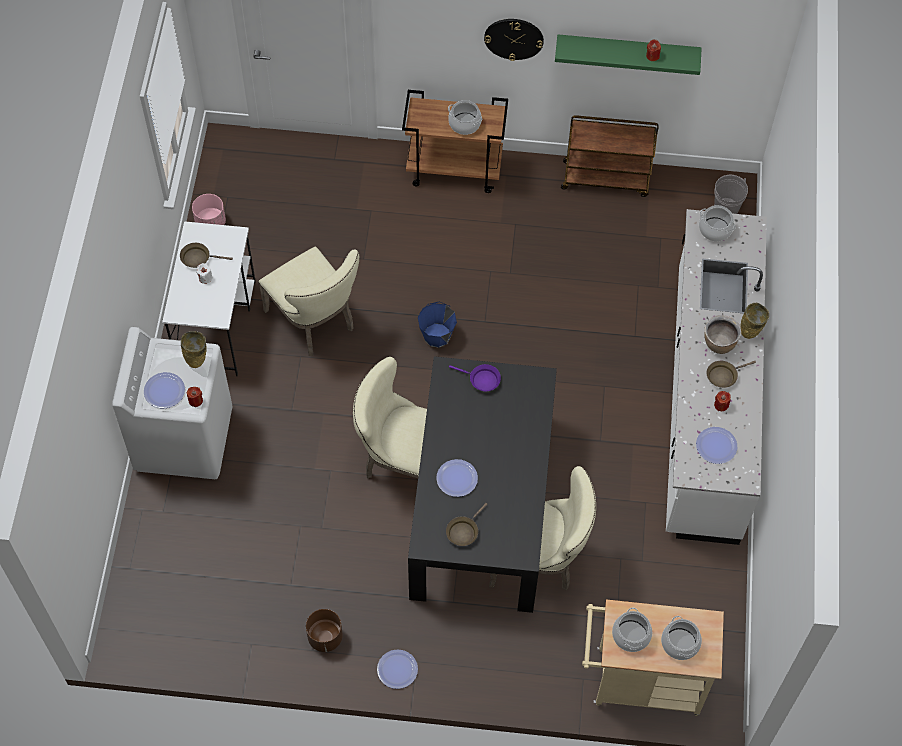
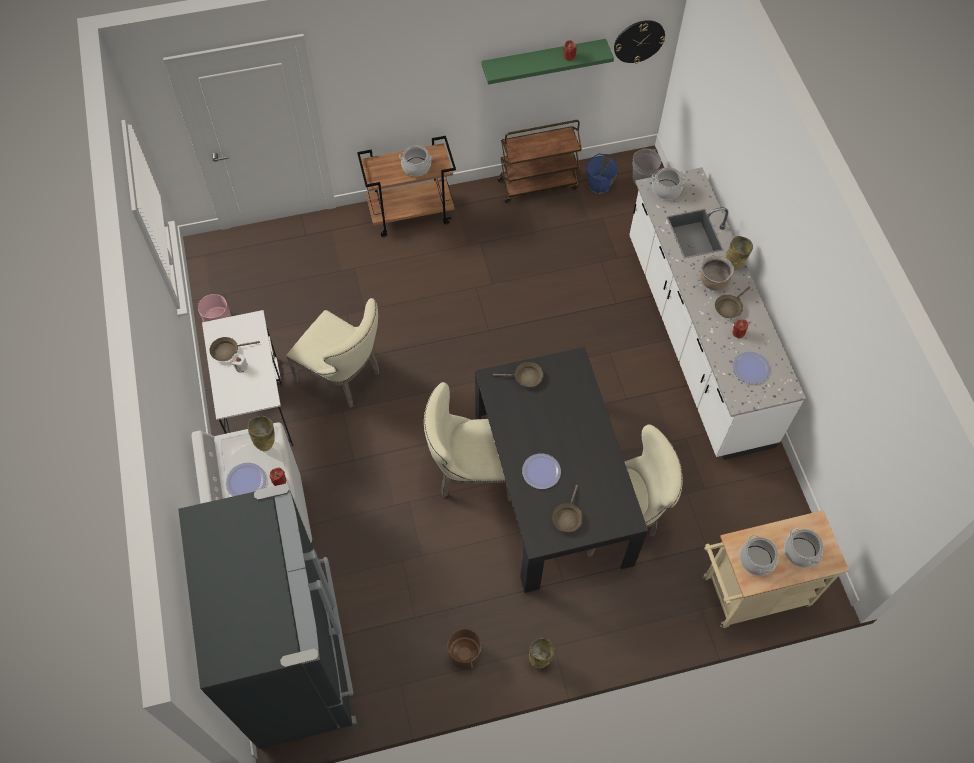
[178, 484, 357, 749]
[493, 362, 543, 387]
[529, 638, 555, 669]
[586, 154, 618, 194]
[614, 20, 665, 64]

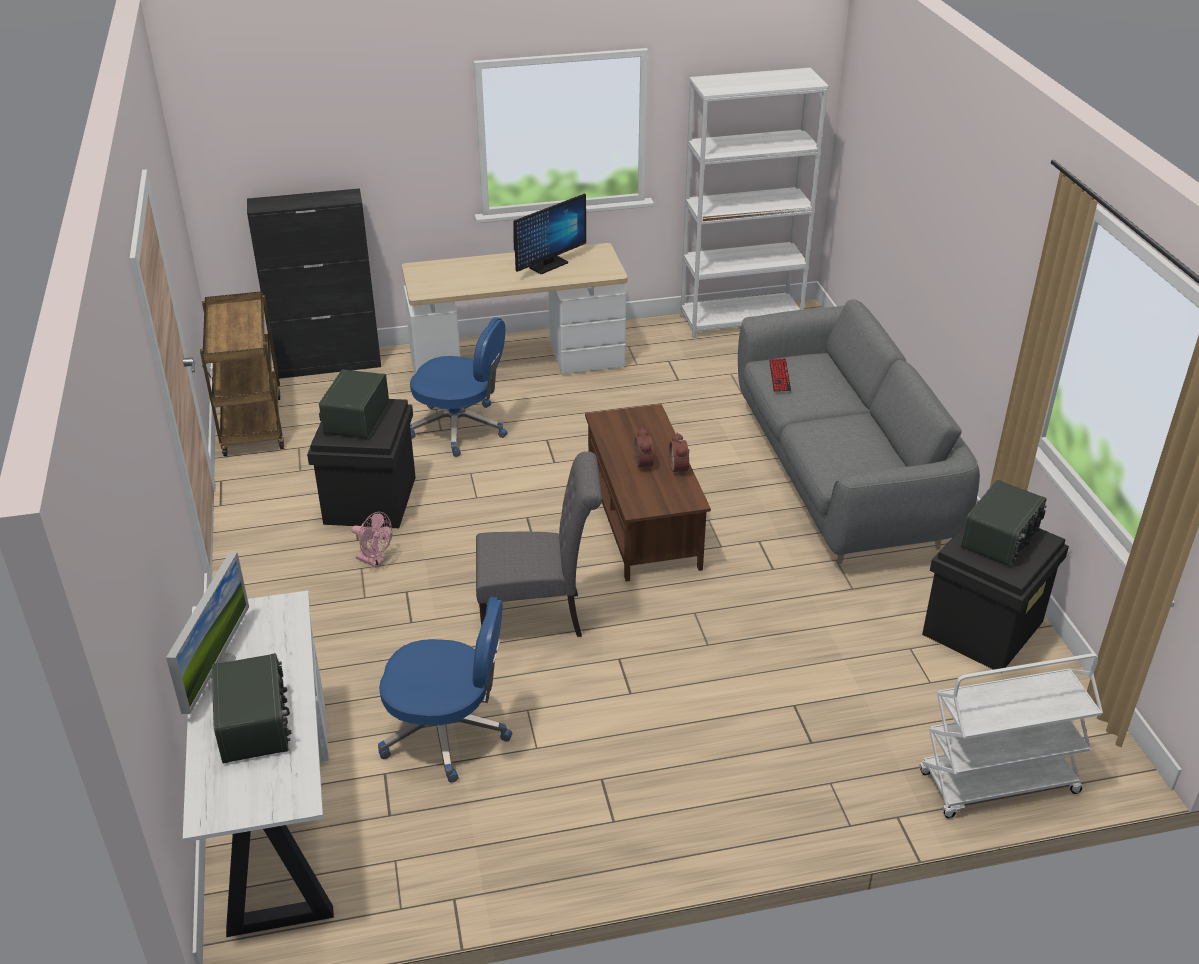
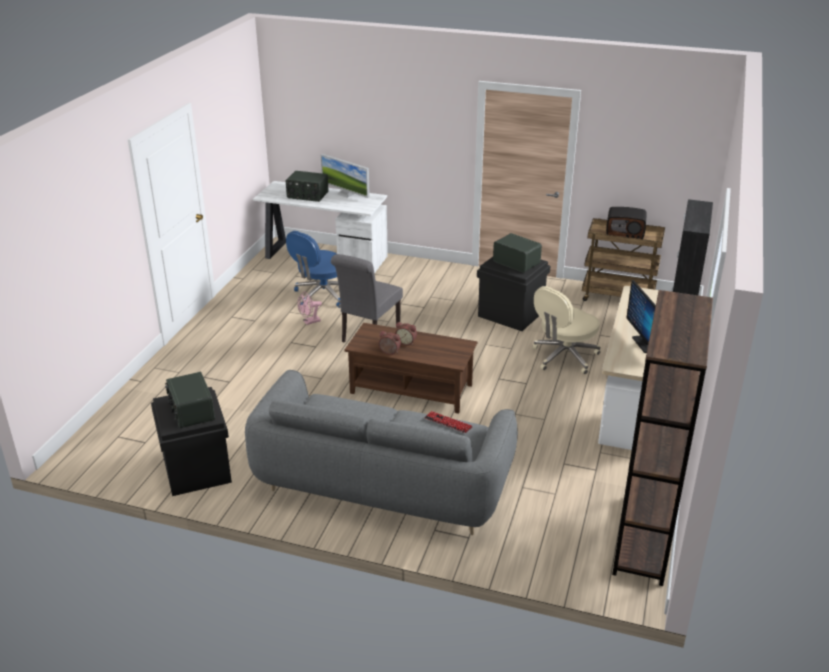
[298, 291, 322, 325]
[533, 286, 601, 374]
[606, 207, 647, 239]
[612, 290, 713, 586]
[919, 653, 1103, 818] (first image)

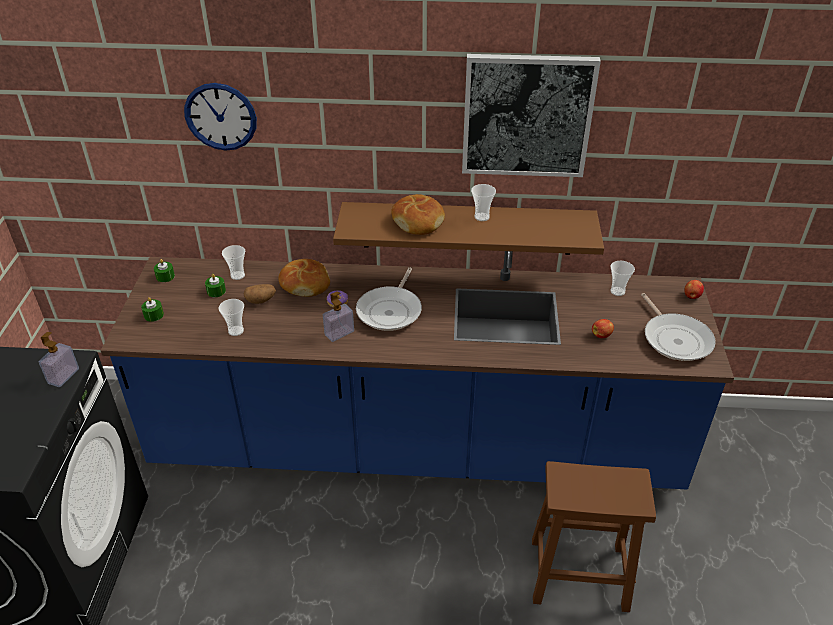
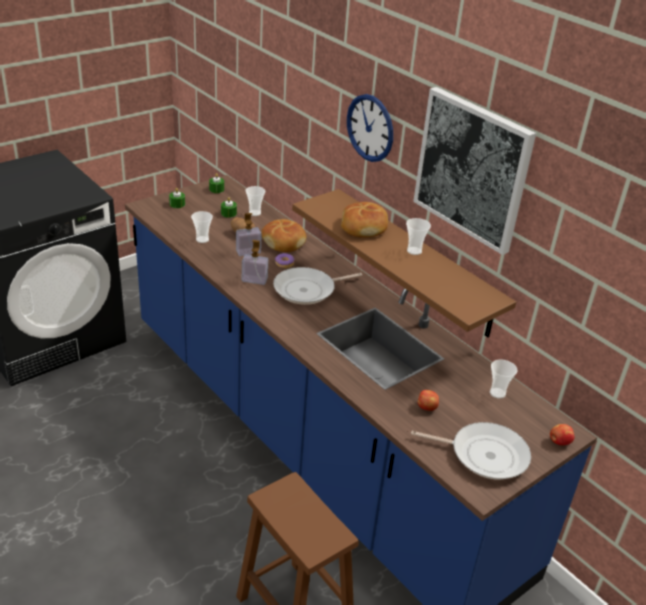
[236, 213, 261, 256]
[347, 94, 393, 162]
[411, 422, 531, 479]

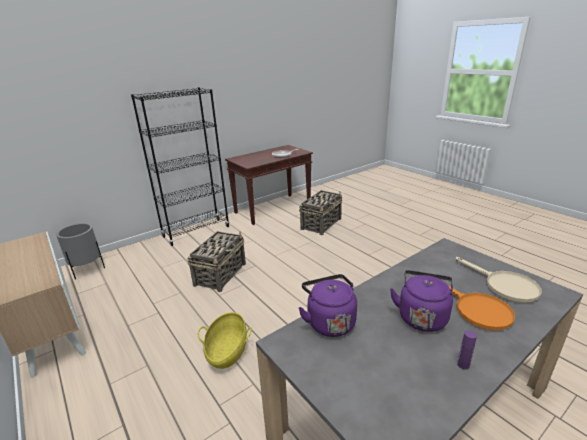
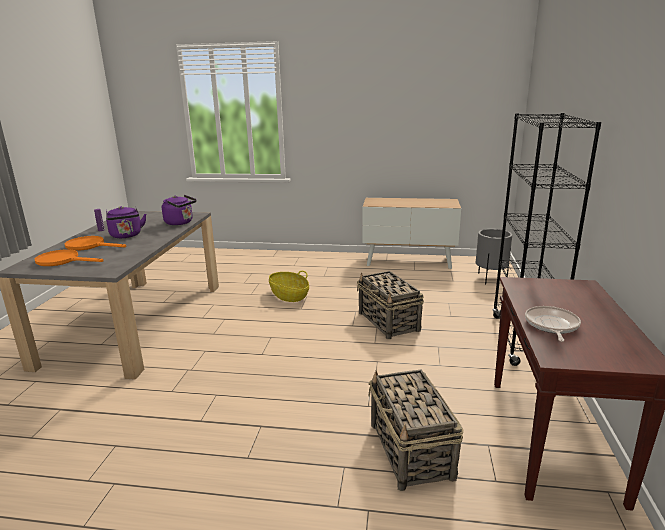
[35, 249, 103, 266]

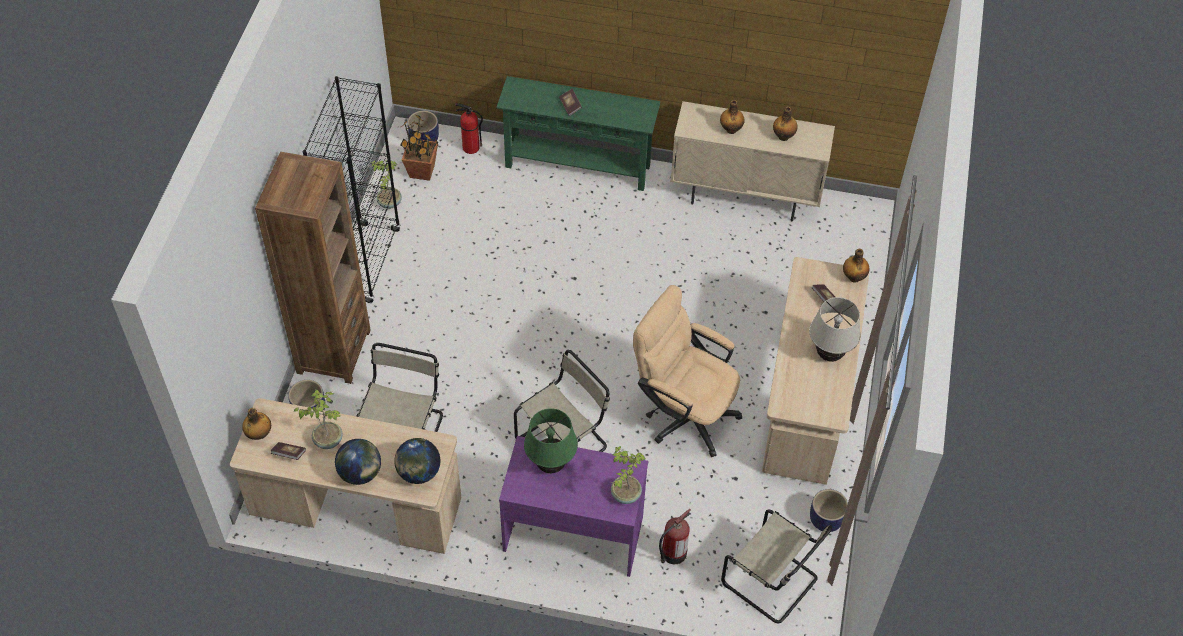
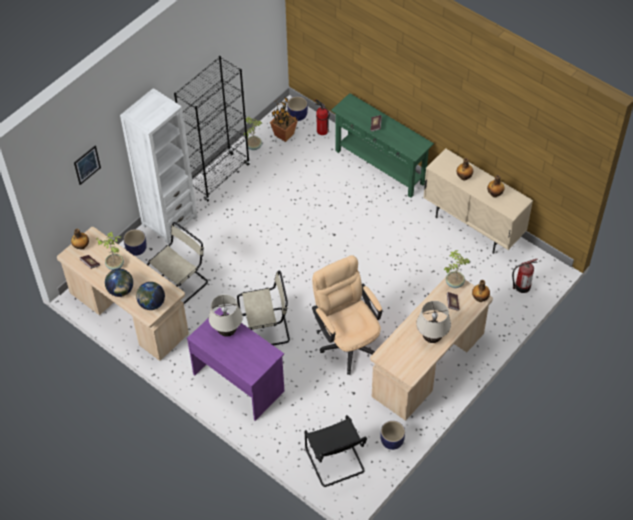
[74, 145, 101, 185]
[120, 88, 197, 243]
[209, 294, 243, 337]
[305, 415, 367, 487]
[444, 250, 470, 288]
[512, 259, 538, 293]

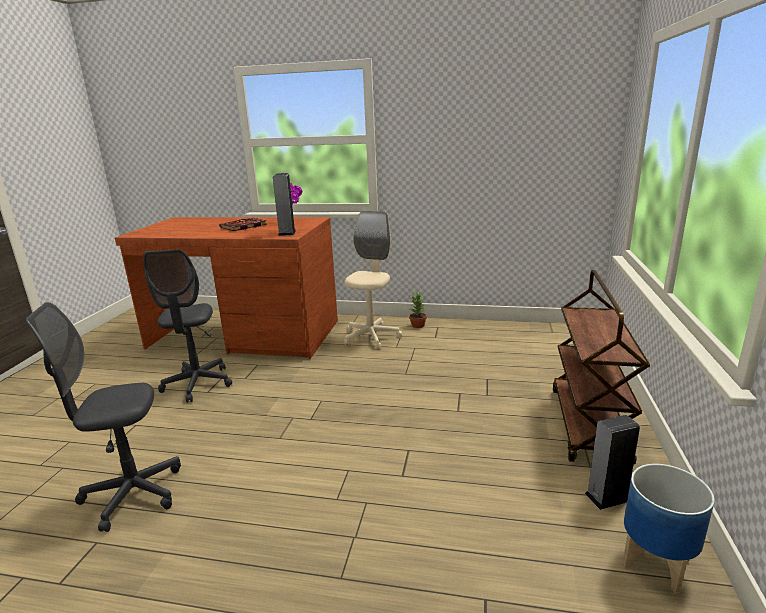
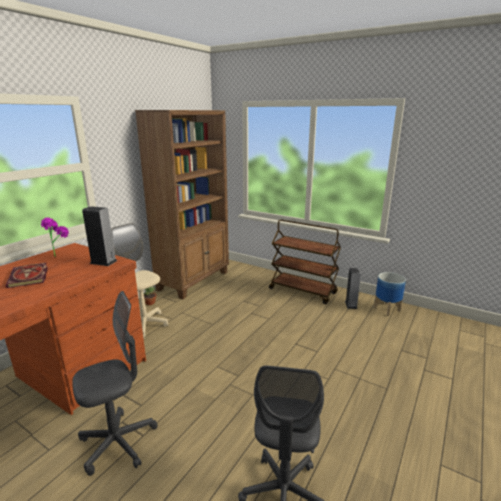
[72, 291, 158, 476]
[135, 110, 229, 299]

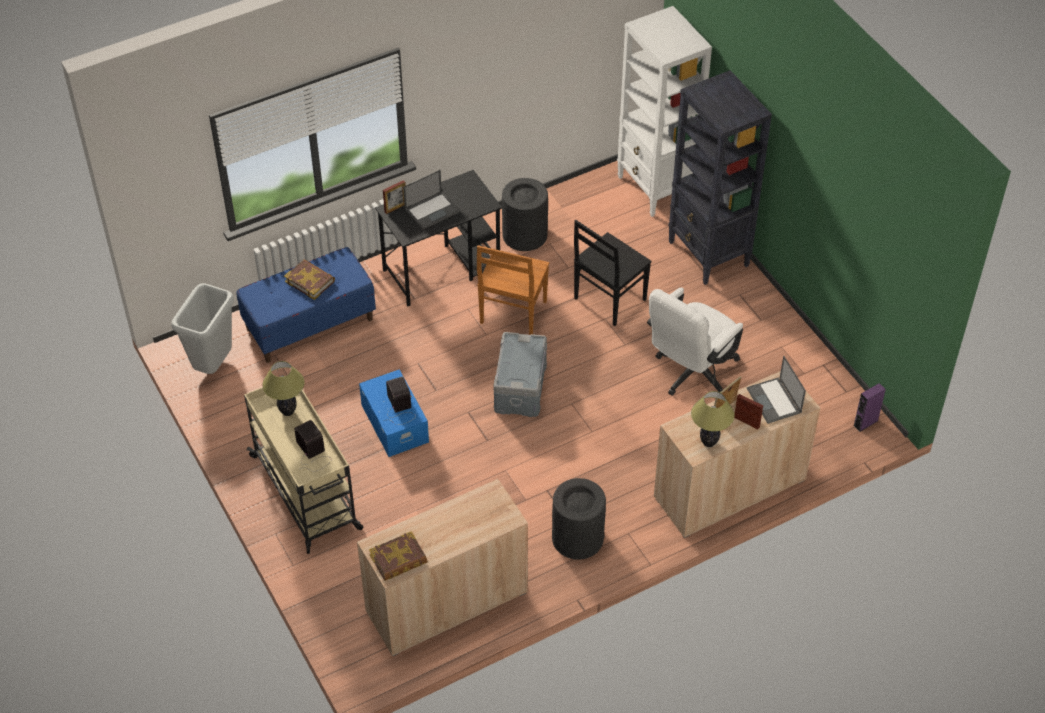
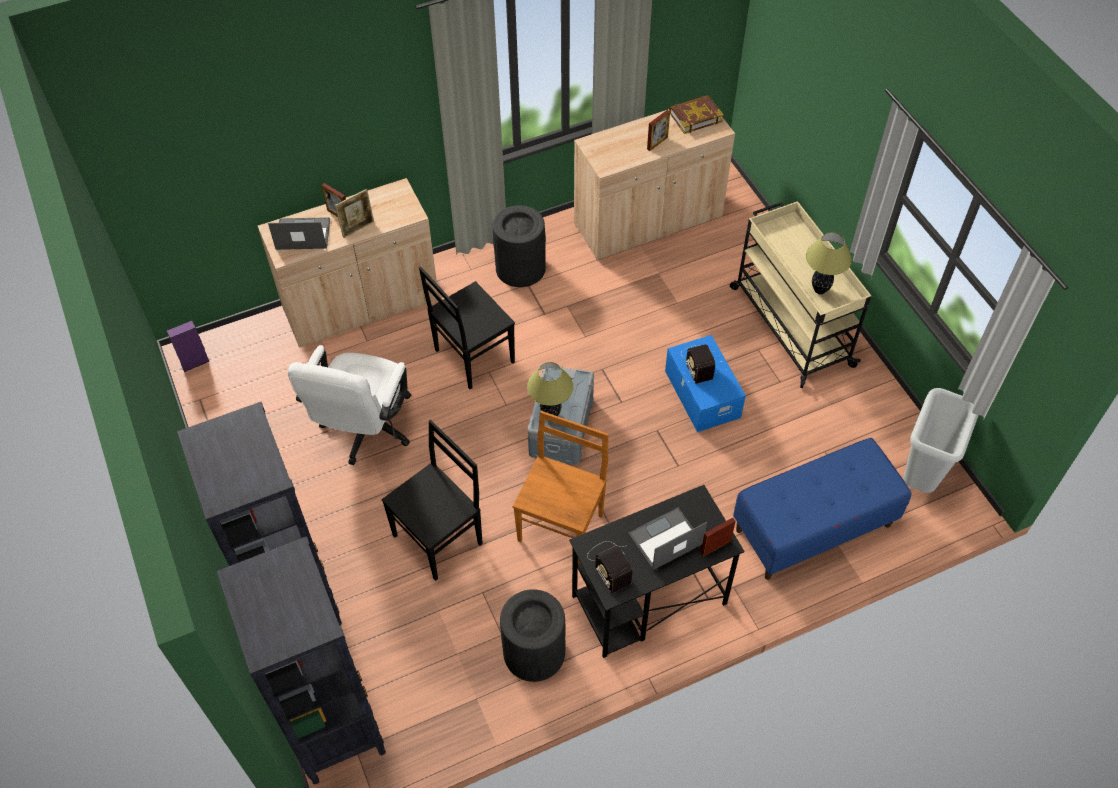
[217, 536, 386, 784]
[268, 217, 330, 250]
[288, 345, 411, 465]
[419, 266, 515, 389]
[527, 362, 574, 416]
[587, 541, 633, 594]
[647, 110, 670, 151]
[284, 259, 335, 300] (first image)

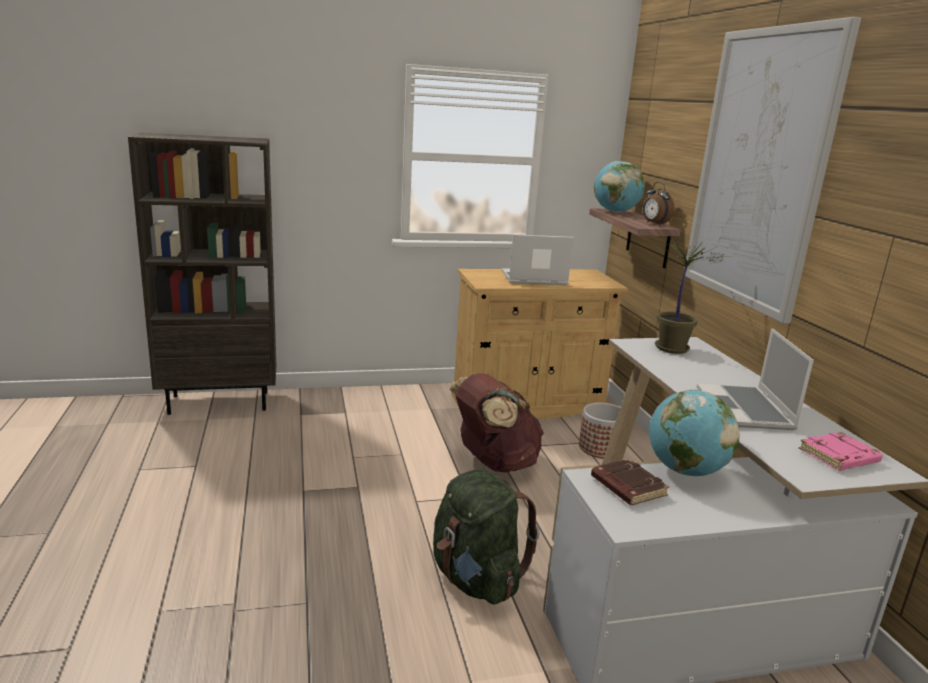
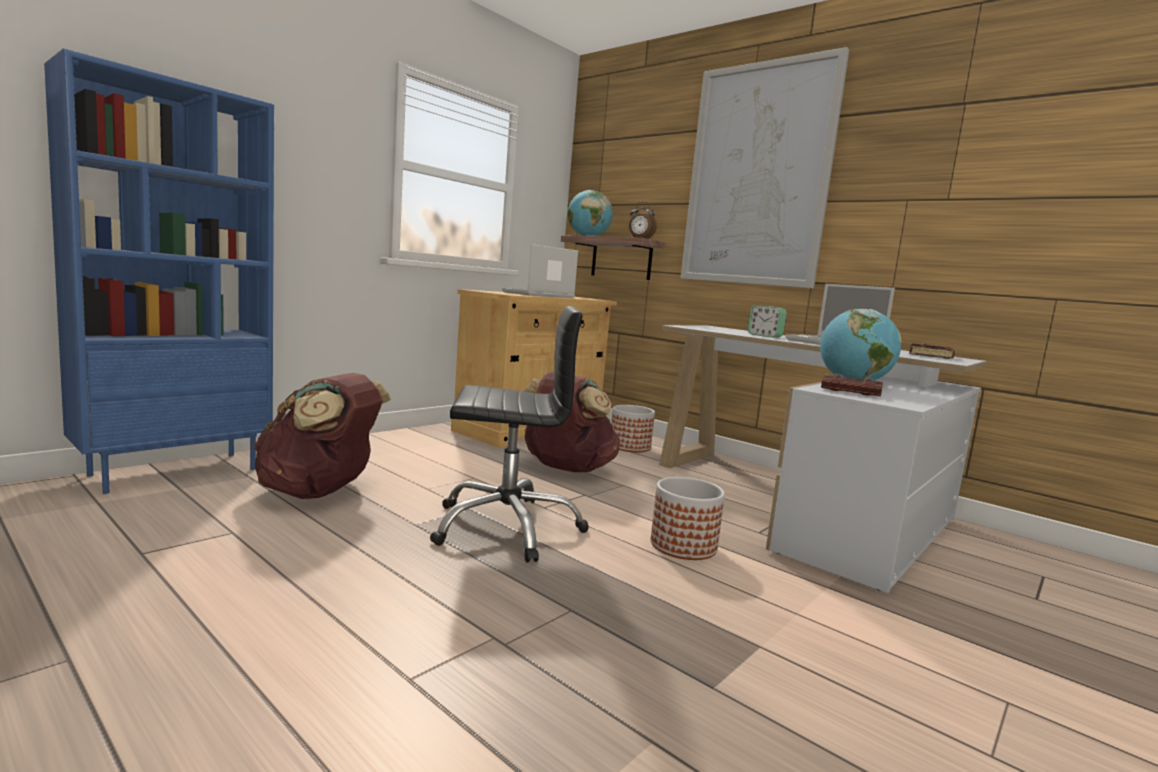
[44, 48, 274, 494]
[253, 373, 391, 499]
[430, 306, 589, 563]
[651, 477, 725, 560]
[748, 305, 787, 338]
[909, 343, 955, 359]
[655, 239, 734, 354] (first image)

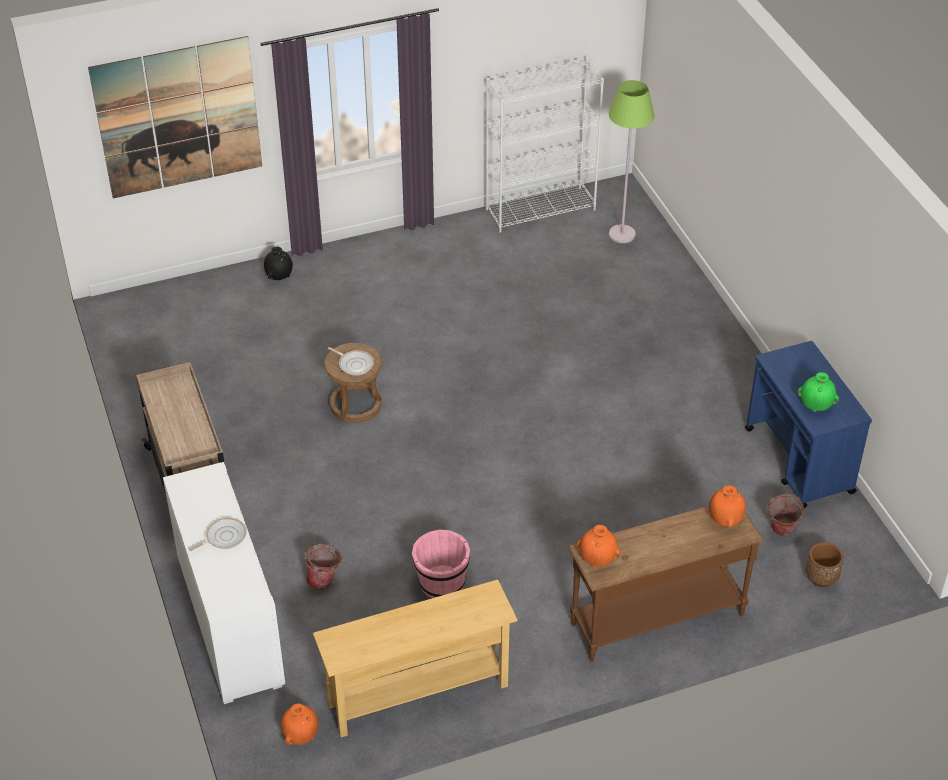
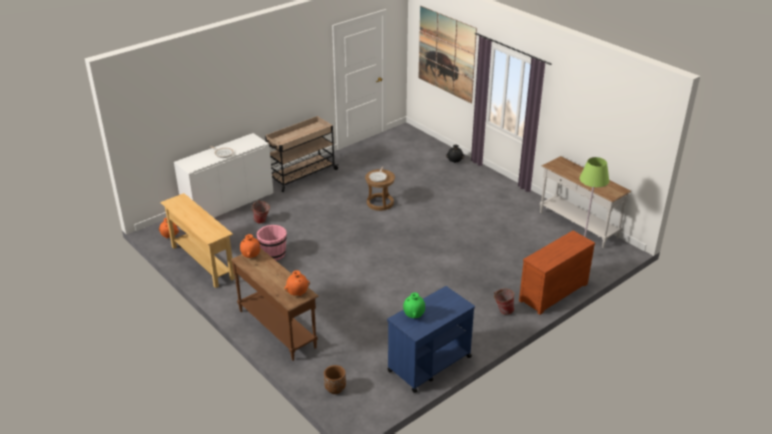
[494, 289, 515, 315]
[519, 231, 595, 315]
[540, 156, 631, 248]

